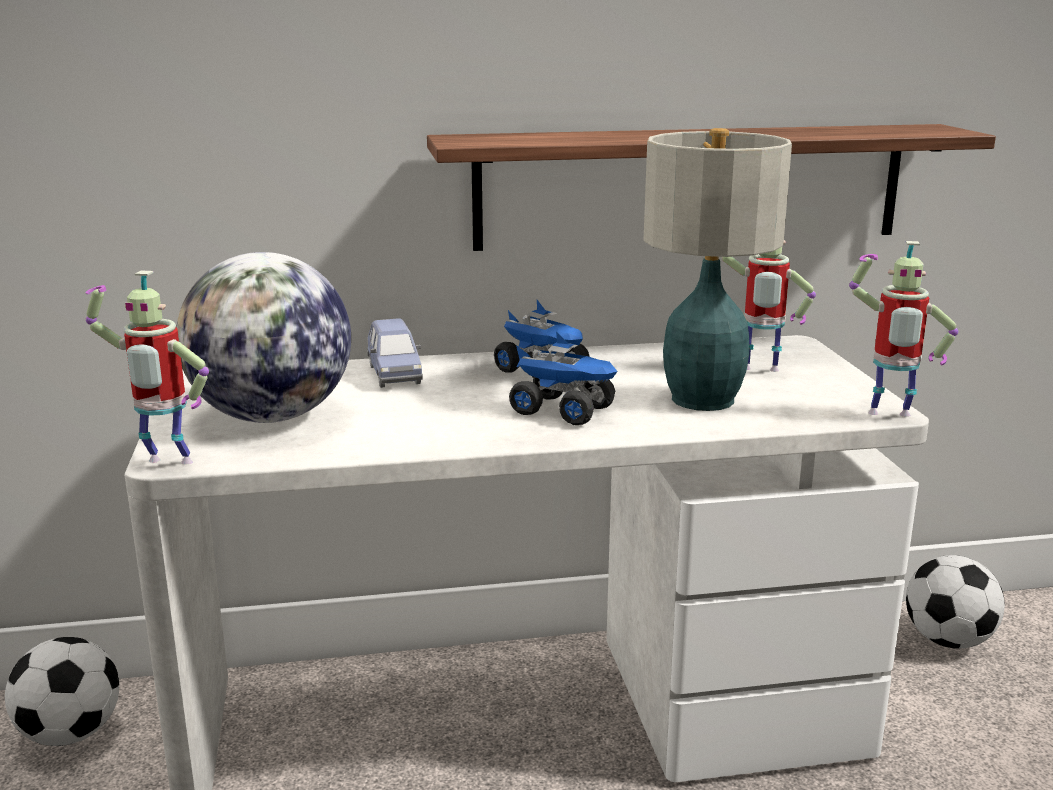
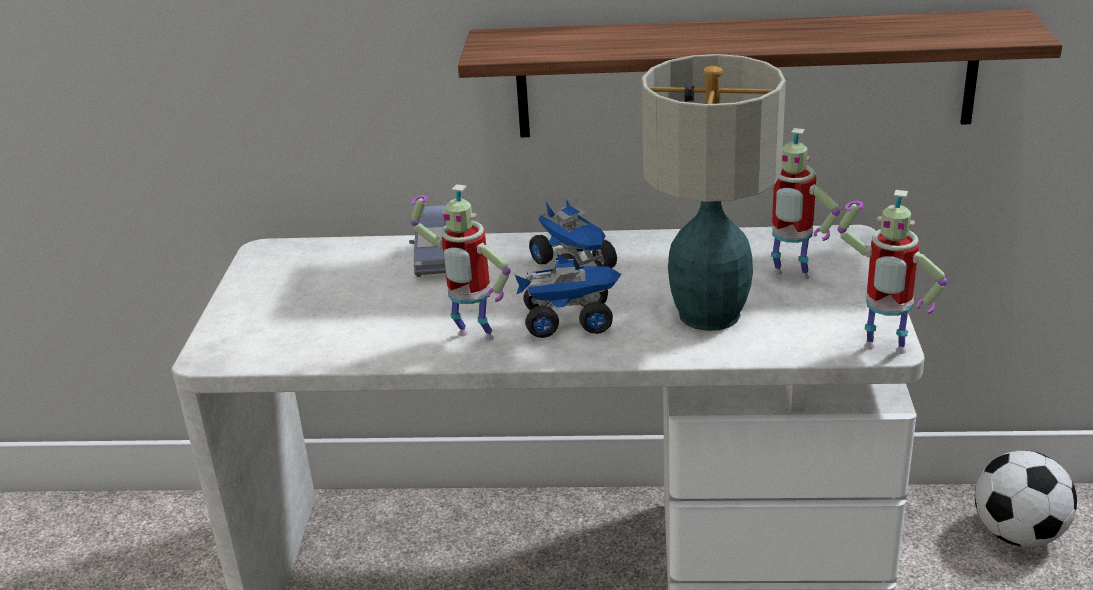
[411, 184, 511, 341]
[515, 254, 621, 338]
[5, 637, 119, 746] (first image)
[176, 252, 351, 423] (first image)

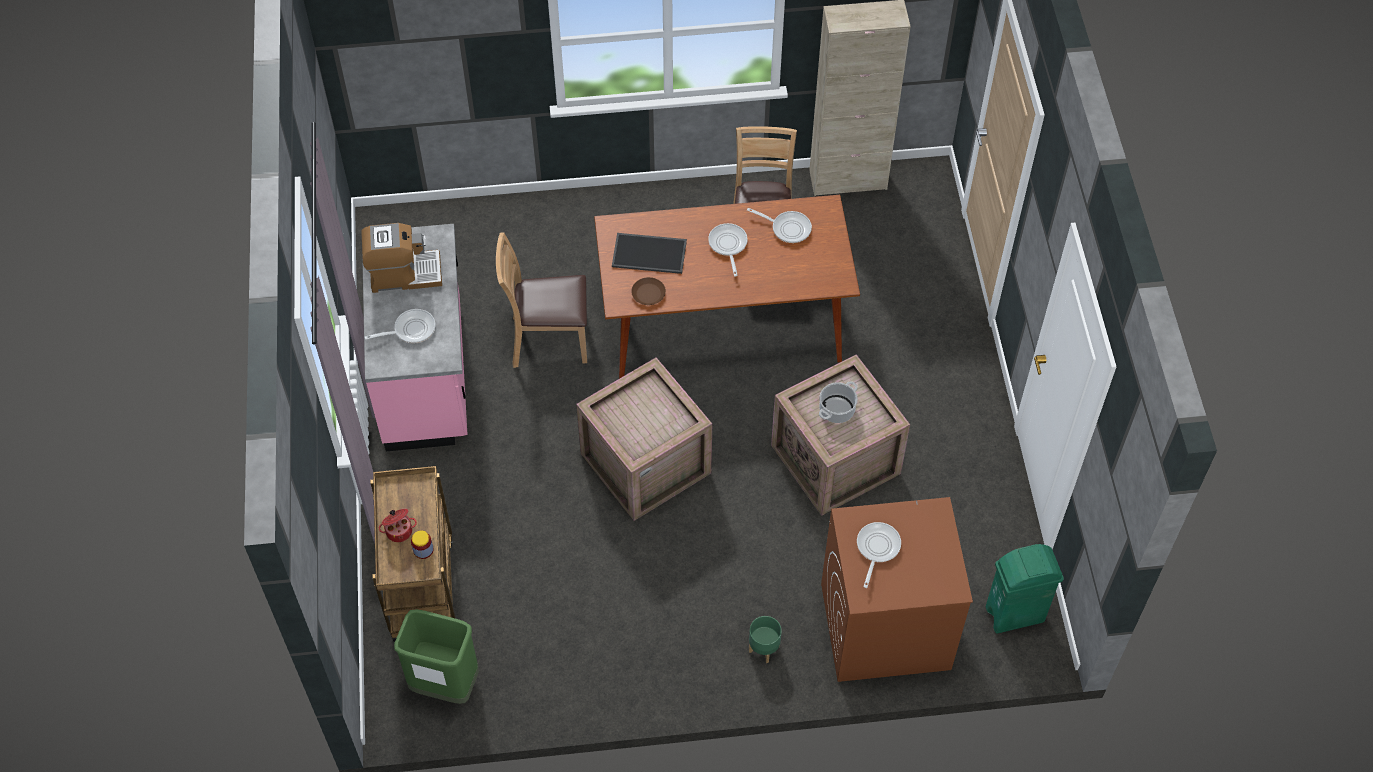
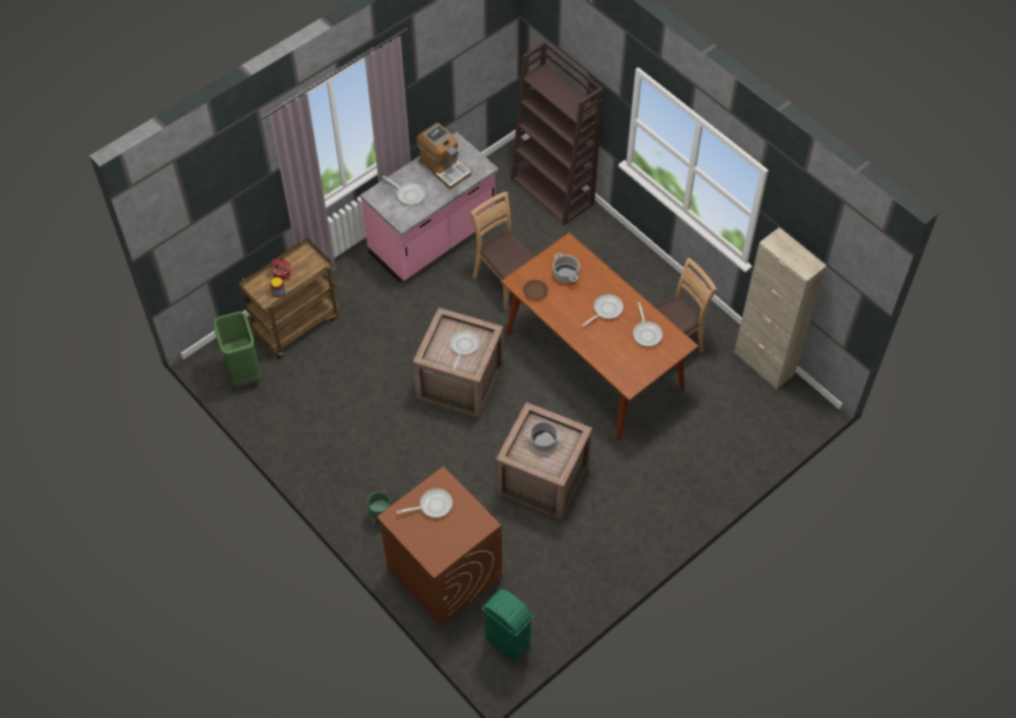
[450, 330, 479, 371]
[511, 41, 603, 226]
[553, 253, 580, 284]

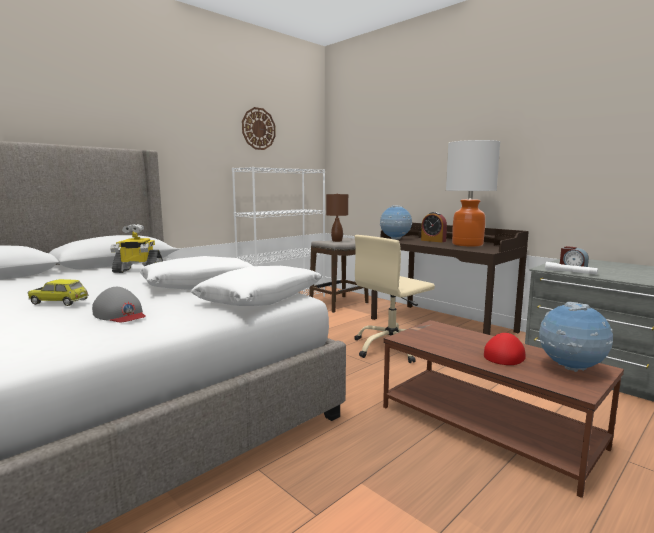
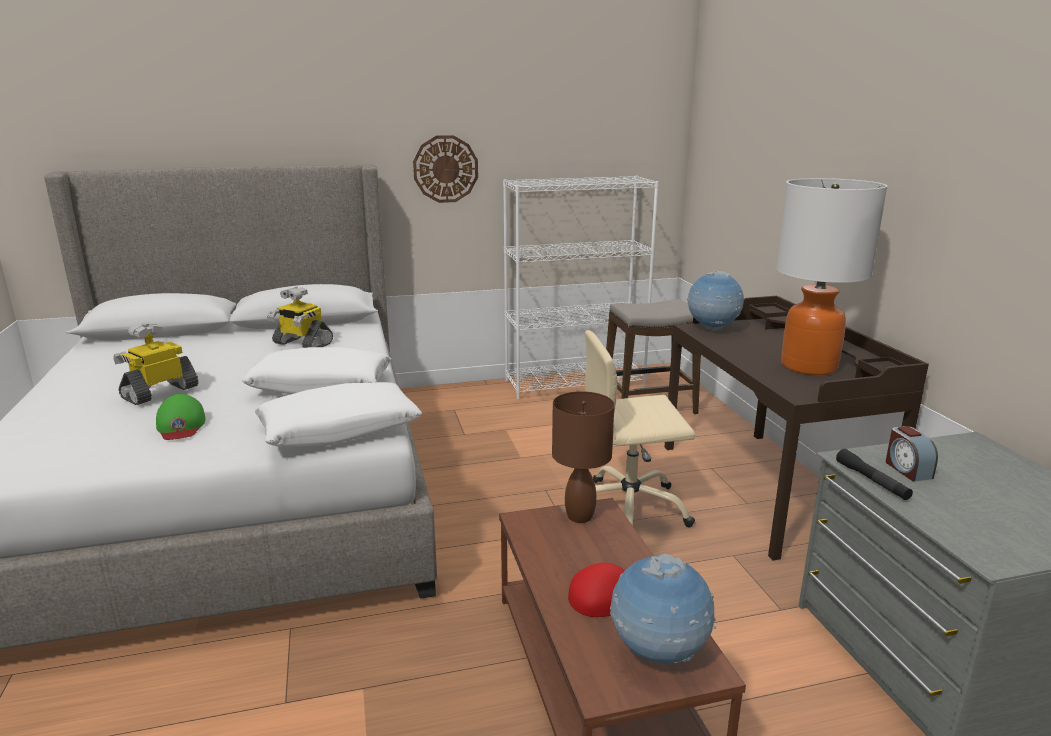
[113, 322, 199, 405]
[156, 394, 205, 440]
[413, 135, 478, 203]
[552, 391, 614, 523]
[836, 449, 913, 500]
[421, 212, 447, 242] (first image)

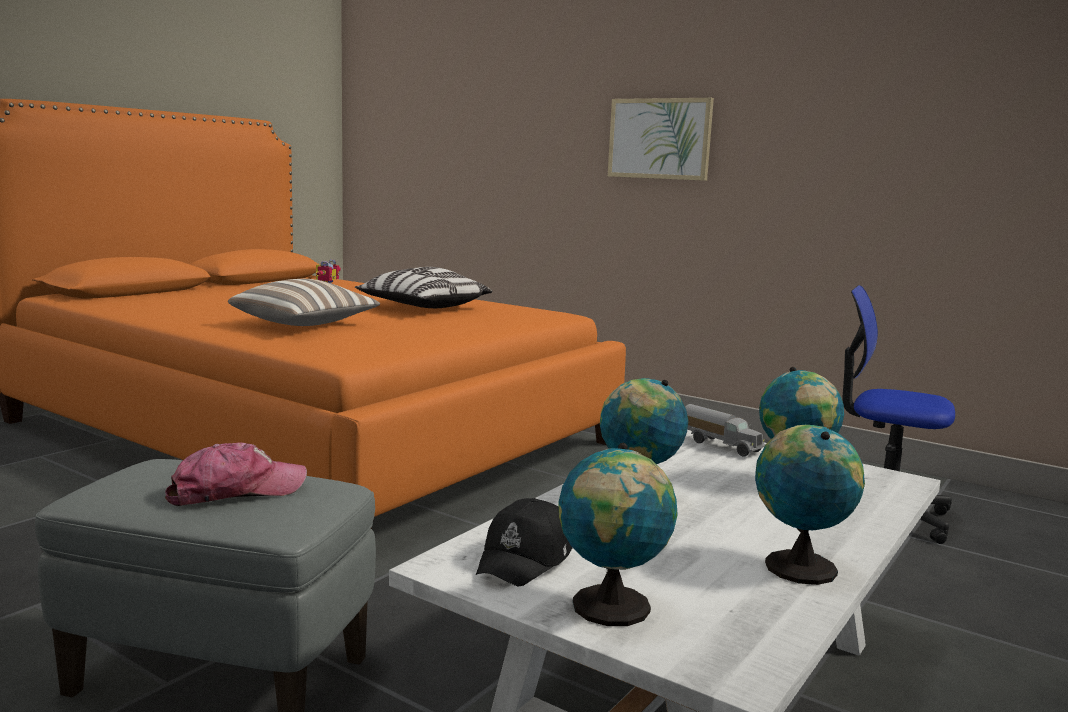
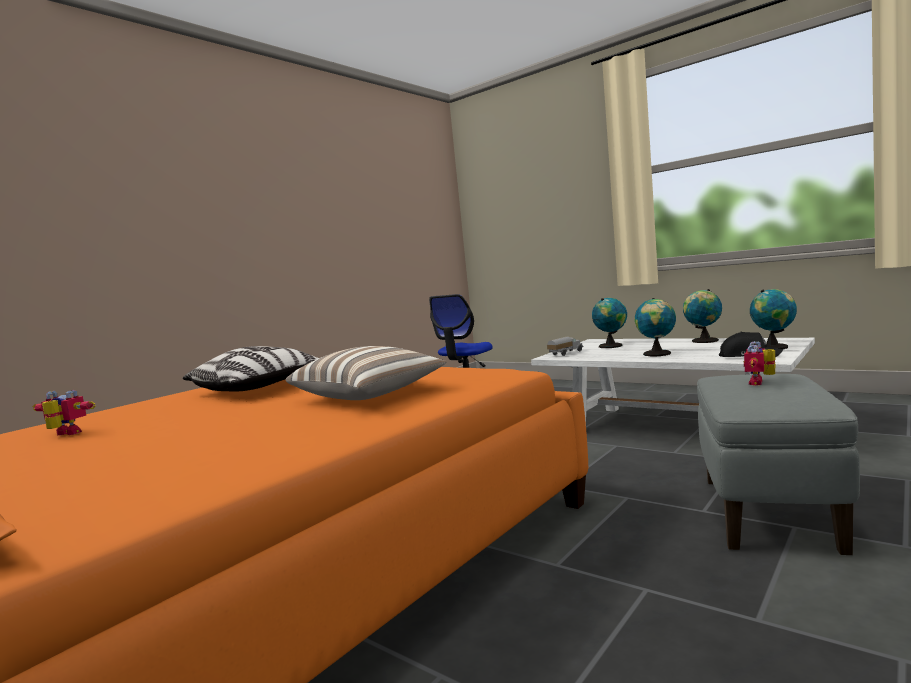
[744, 341, 775, 385]
[608, 98, 714, 181] (first image)

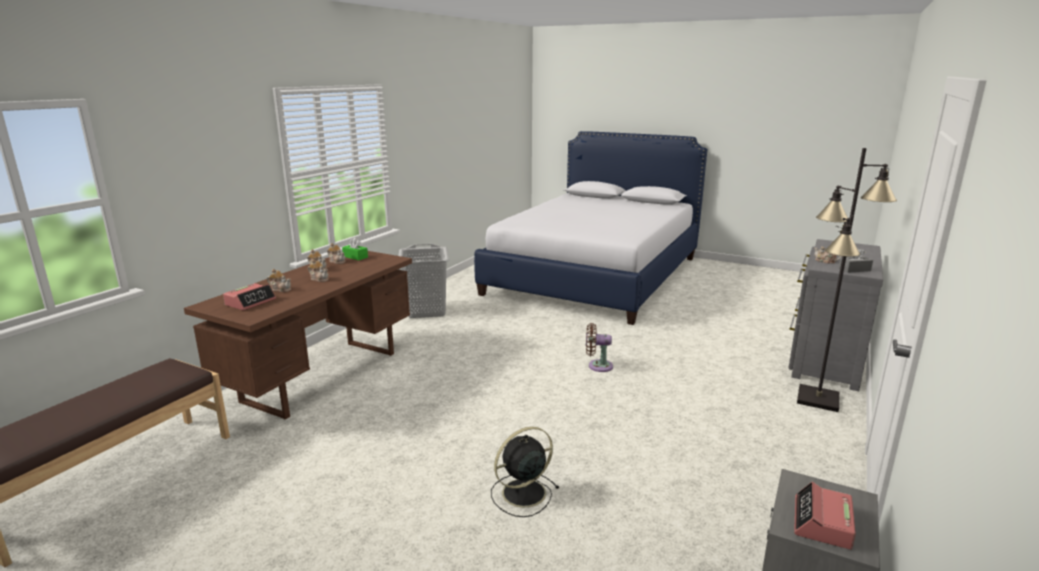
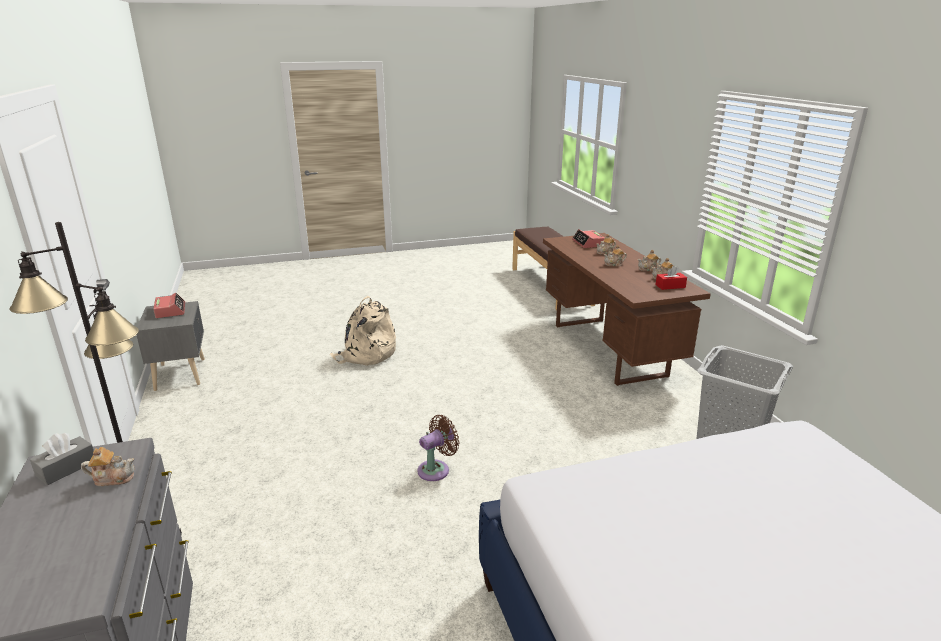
[330, 296, 396, 366]
[656, 266, 687, 290]

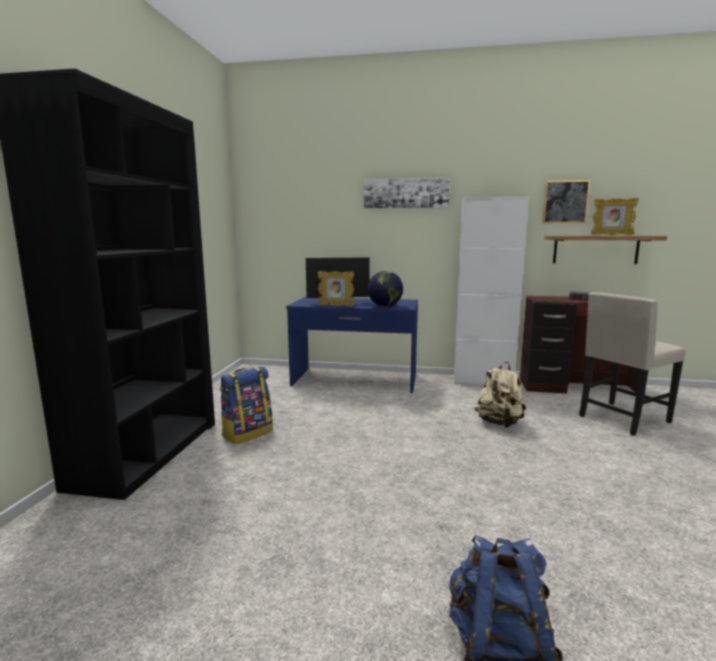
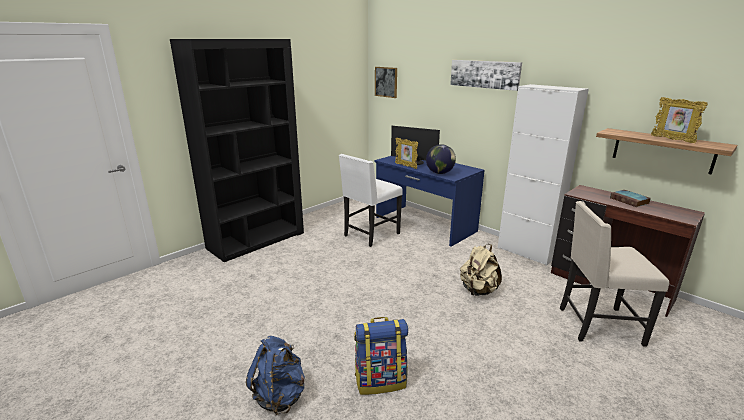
[339, 154, 403, 247]
[354, 317, 408, 395]
[375, 67, 397, 98]

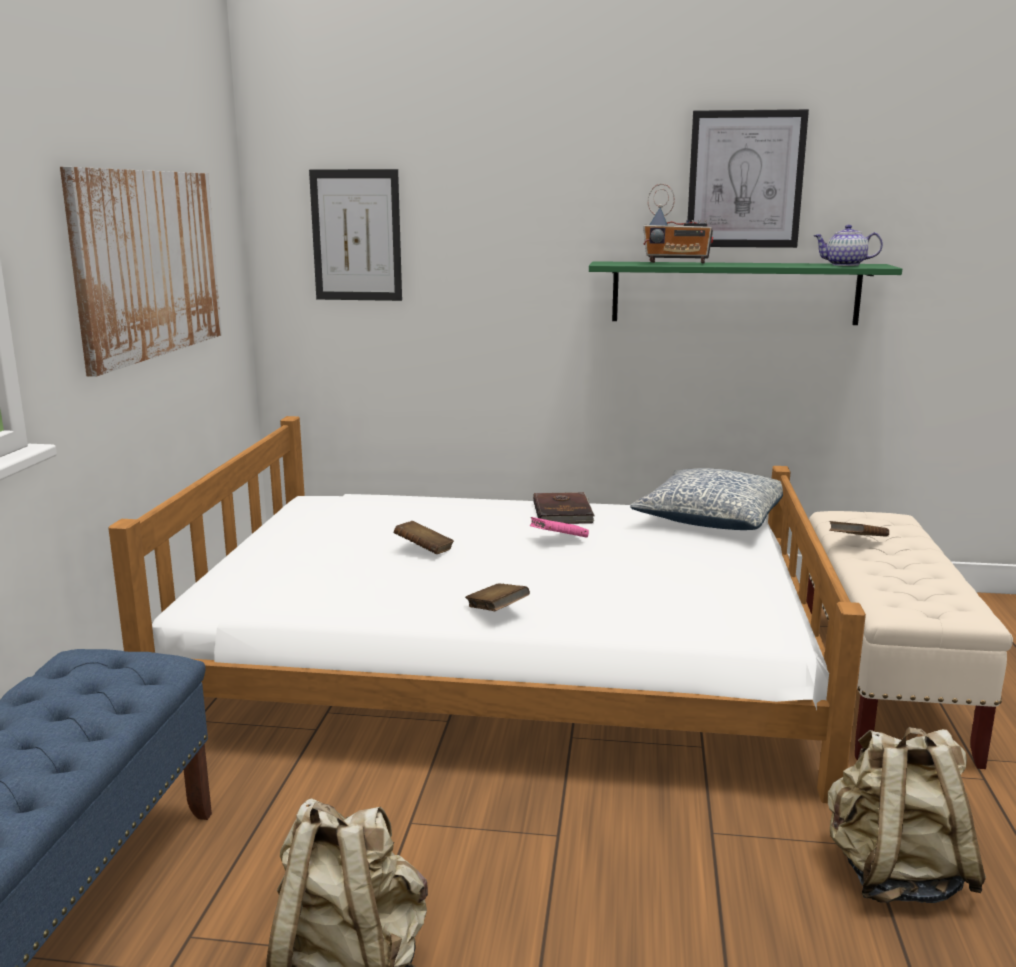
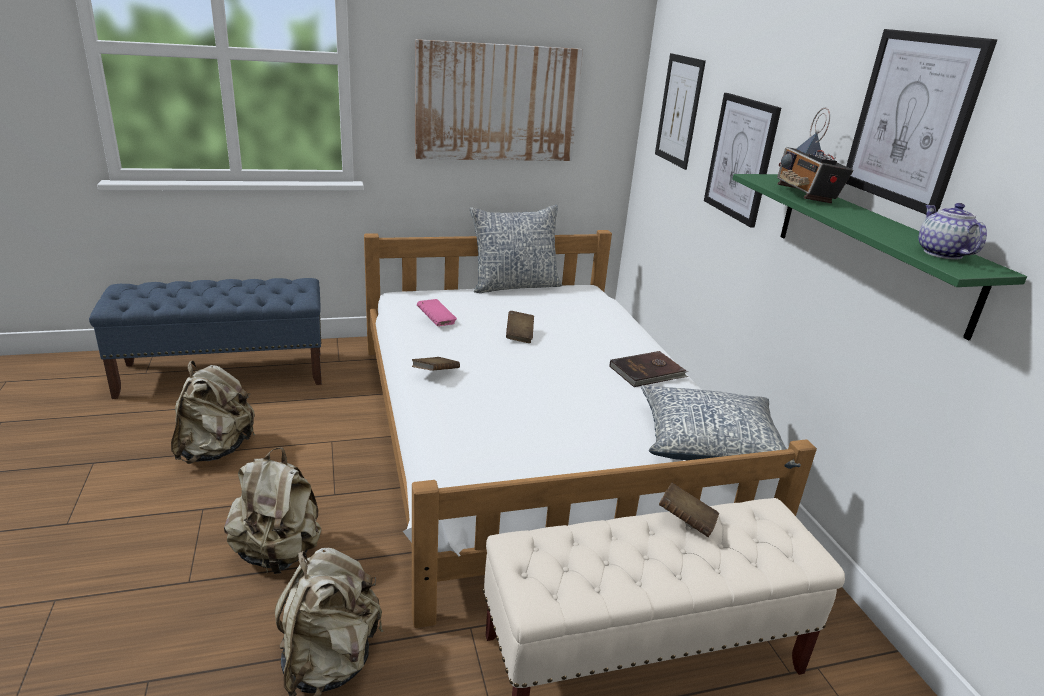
[224, 447, 321, 574]
[417, 299, 457, 326]
[470, 205, 562, 293]
[704, 93, 781, 228]

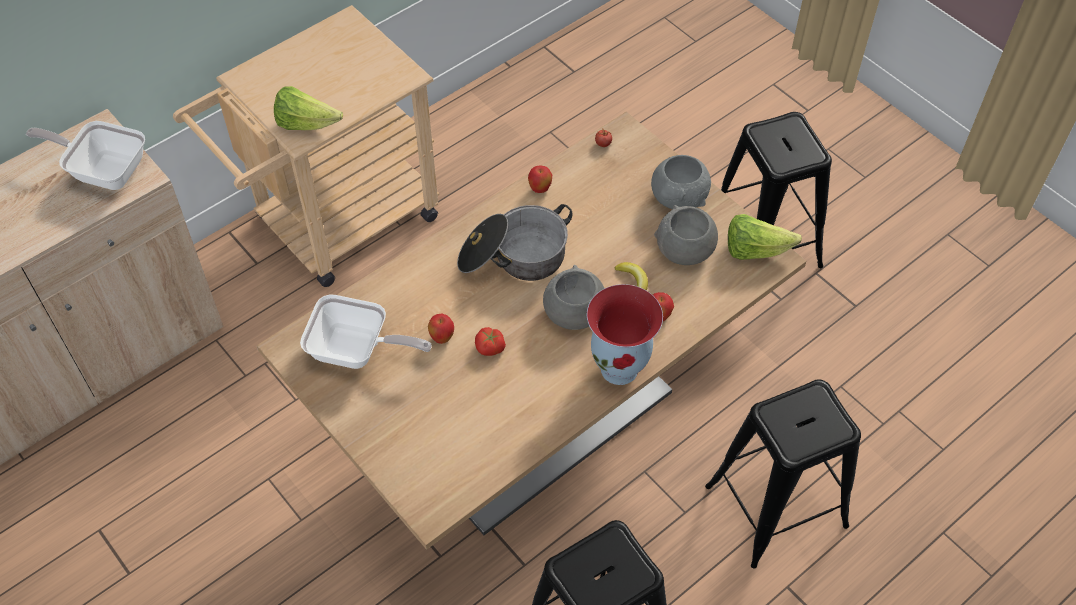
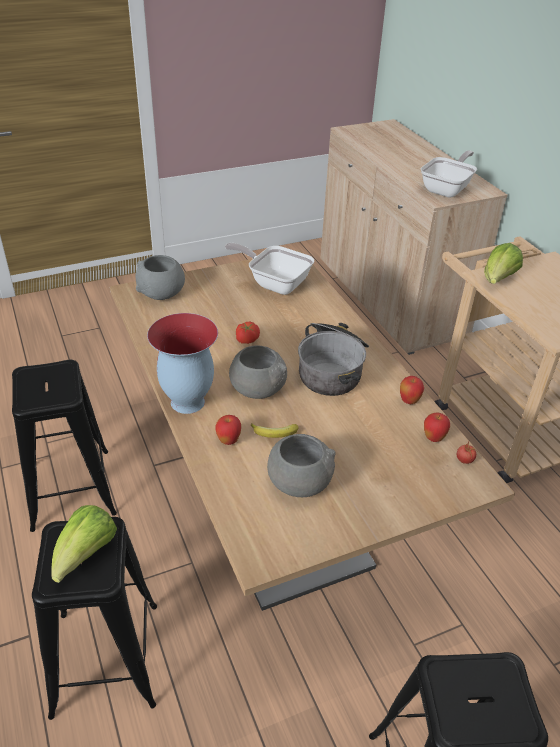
[51, 505, 117, 583]
[135, 255, 185, 300]
[225, 243, 314, 295]
[424, 413, 450, 442]

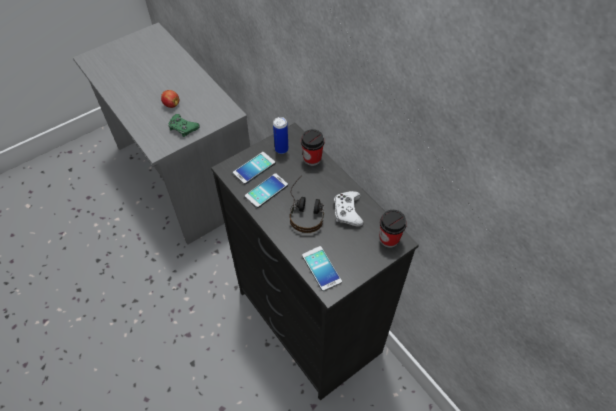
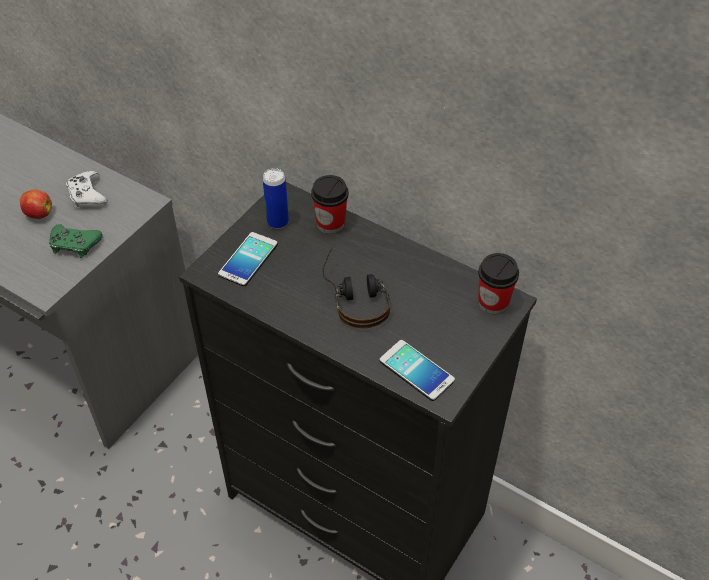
[66, 171, 108, 208]
[244, 173, 288, 208] (first image)

